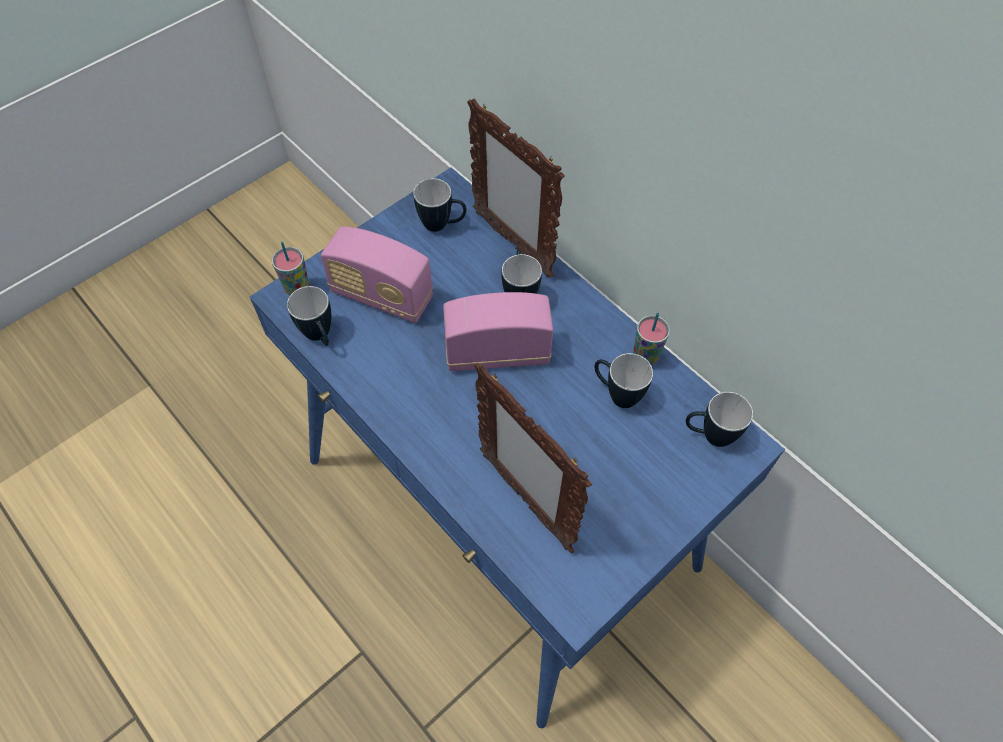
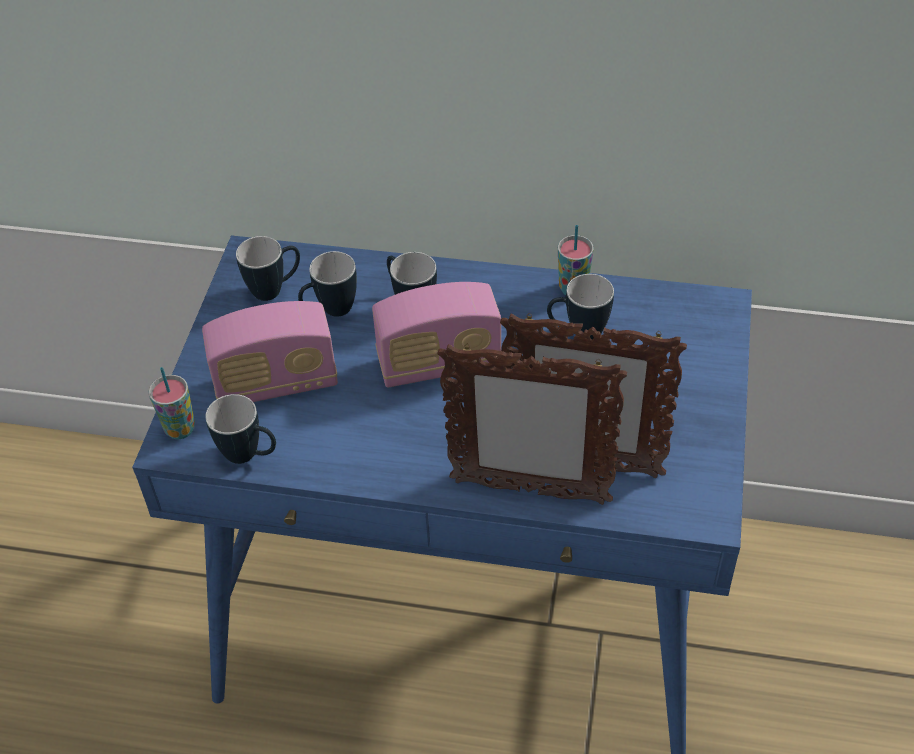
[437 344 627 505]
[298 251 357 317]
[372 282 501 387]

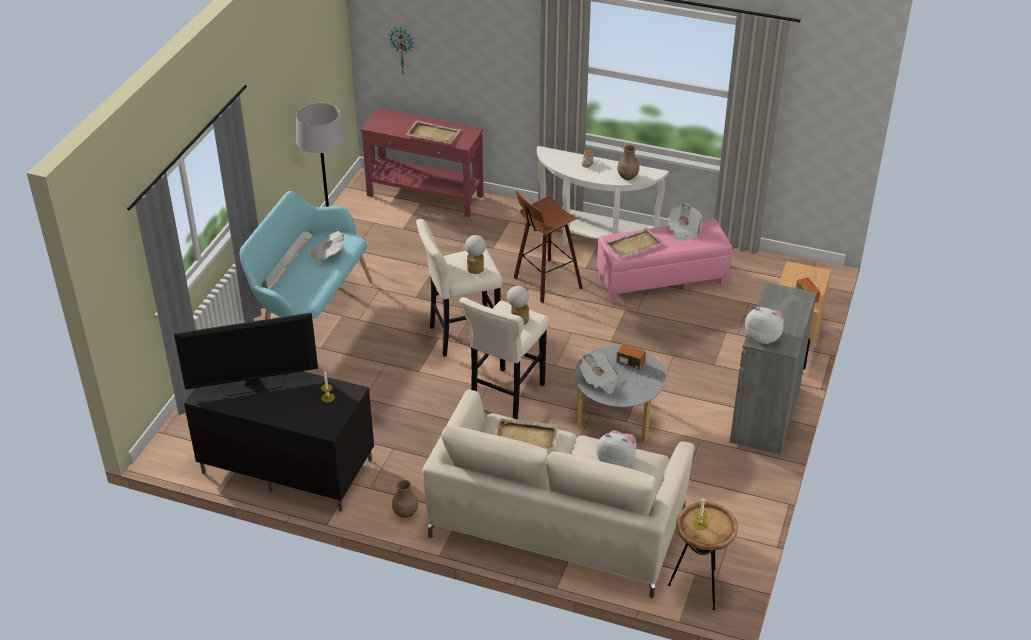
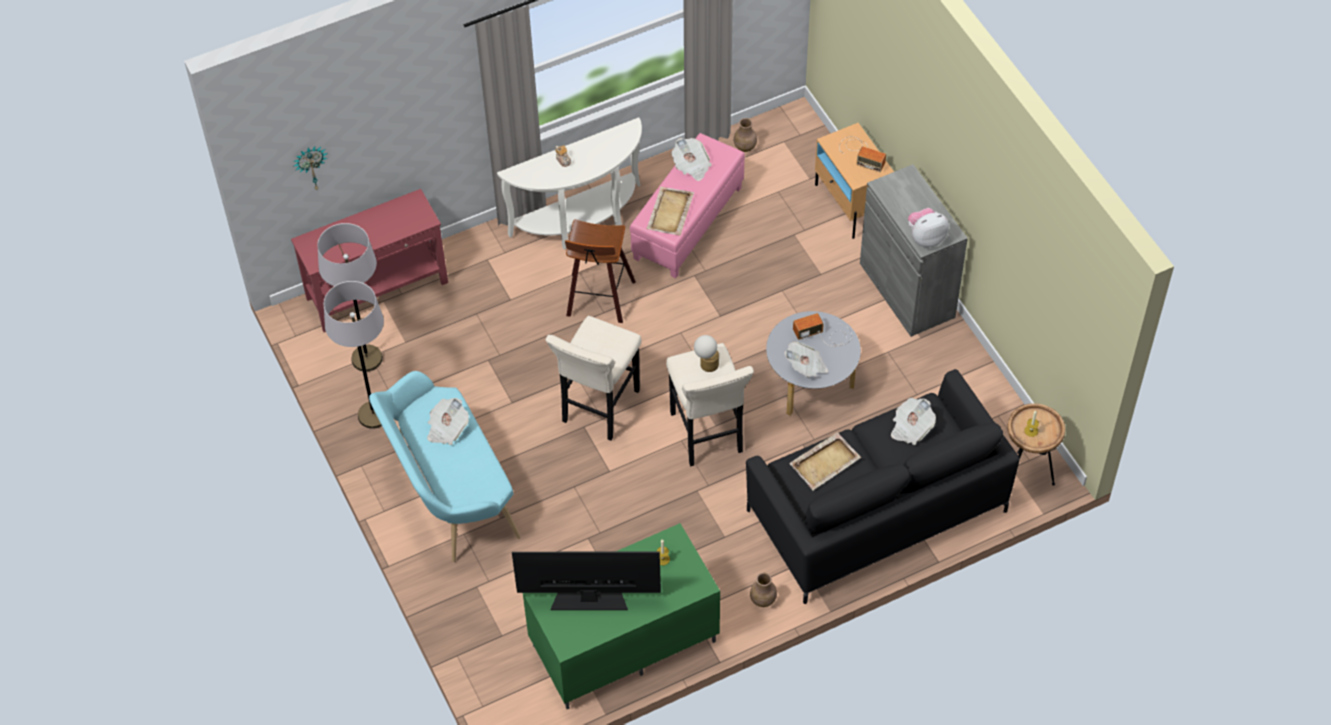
[405 120 461 144] (first image)
[465 235 486 274] (first image)
[317 223 383 372]
[734 118 757 152]
[891 398 936 445]
[523 523 720 709]
[746 369 1020 604]
[512 552 661 610]

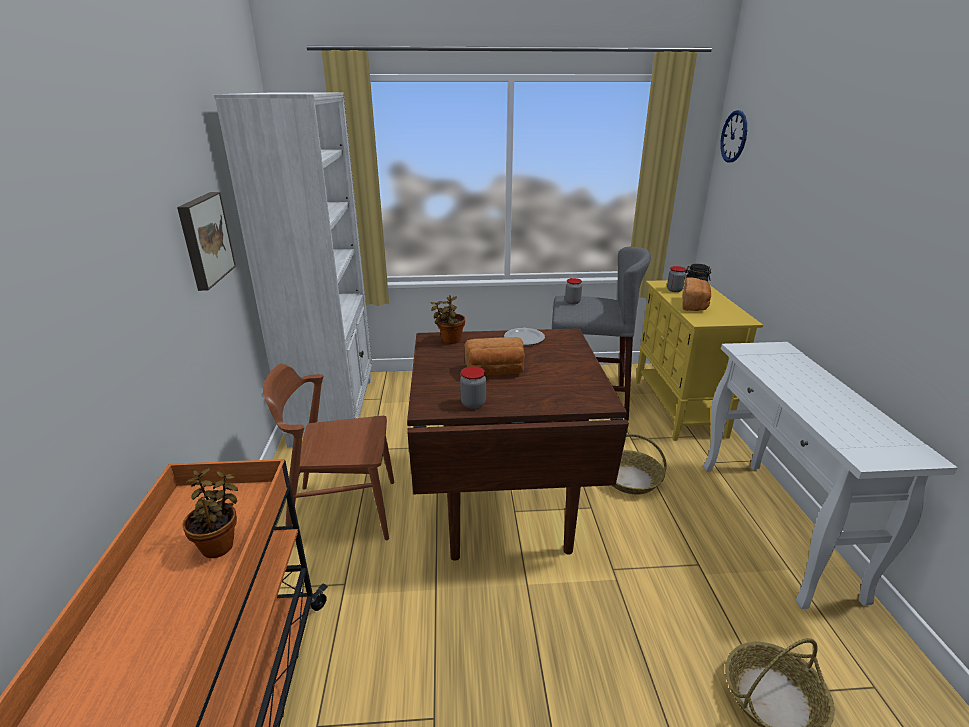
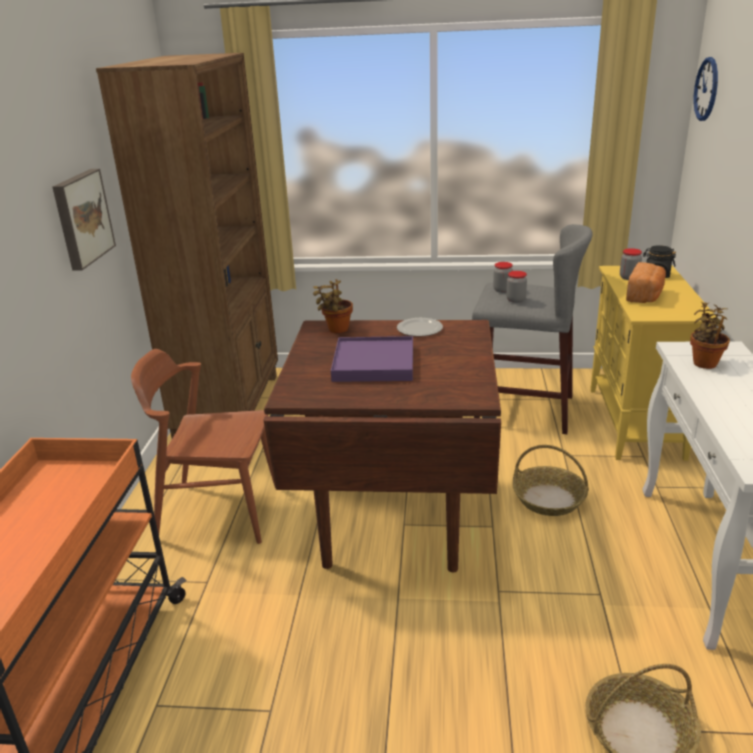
[690 302 730 369]
[506 271 527 303]
[331 336 413 382]
[96 53 278 438]

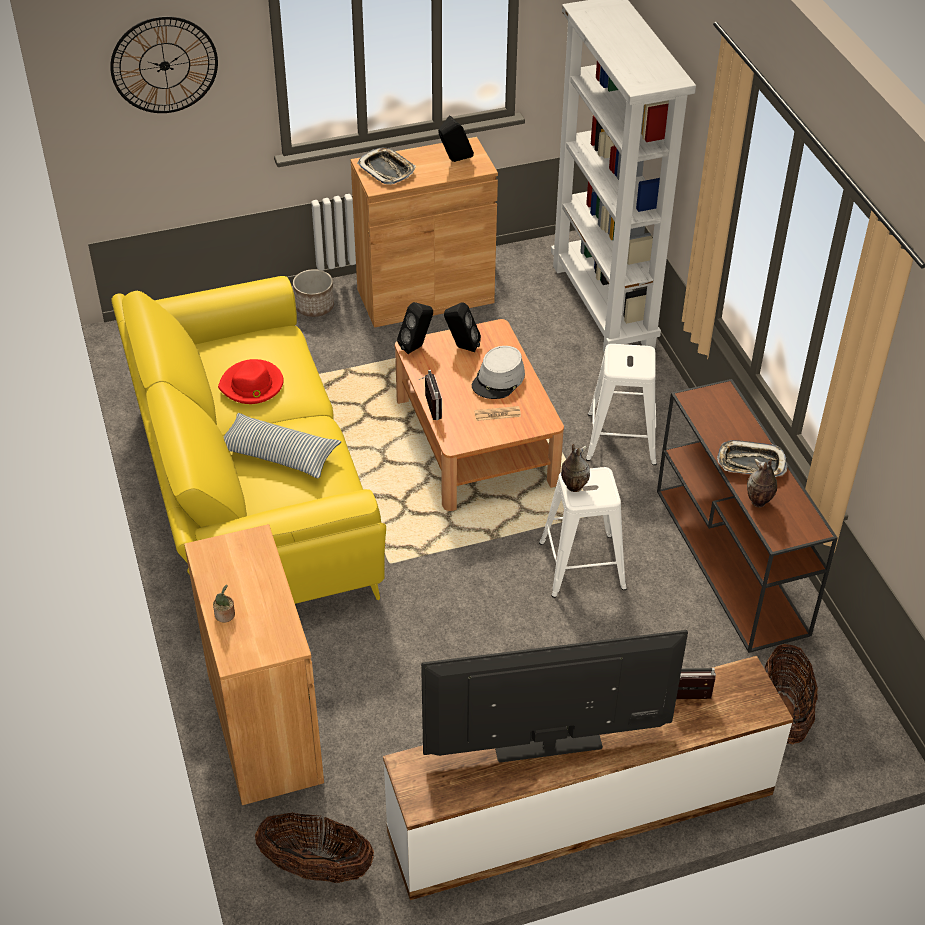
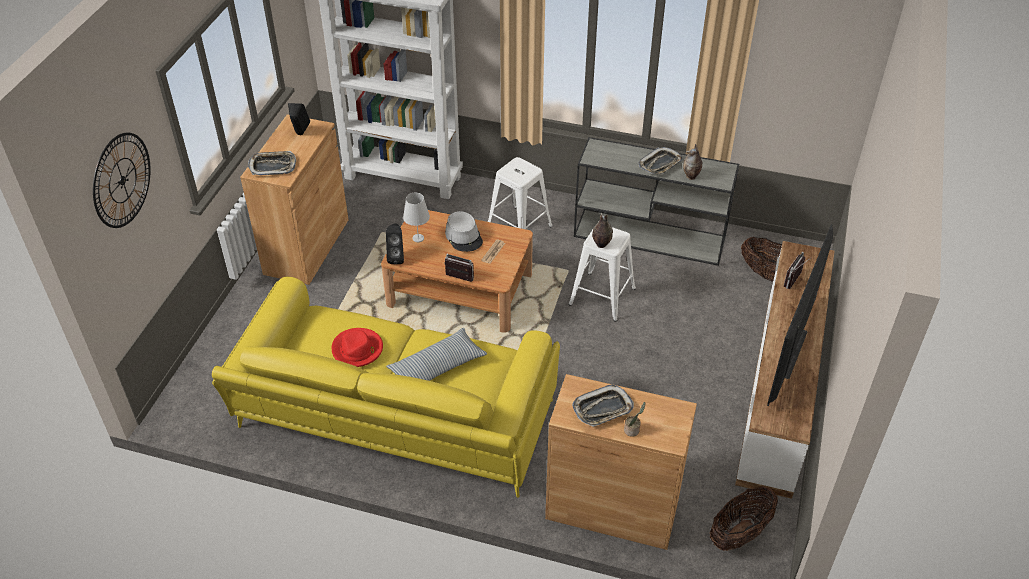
[293 269 334 317] (first image)
[572 385 634 427]
[403 193 430 242]
[574 137 739 266]

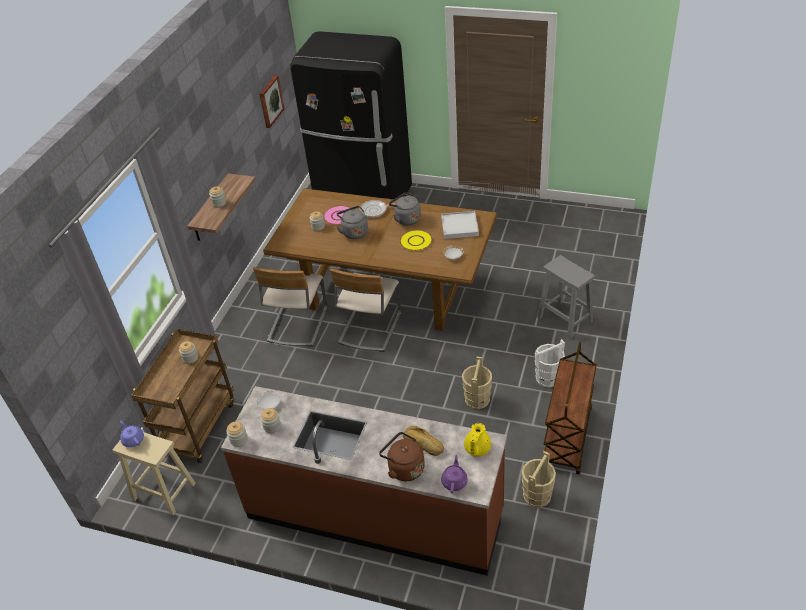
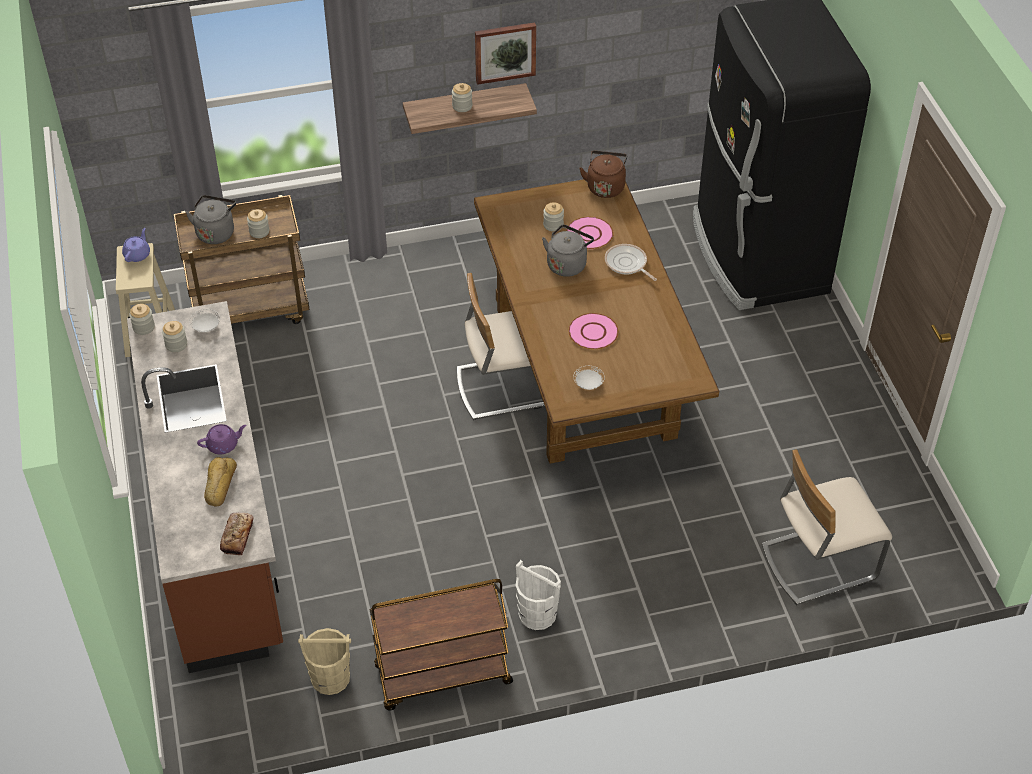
[441 211 479 239] (first image)
[462 356 492 409] (first image)
[537 255 595 339] (first image)
[762 449 892 605]
[475 22 536 85]
[579 151 627 198]
[186 195 236 244]
[197 424 246 454]
[220 512 254 555]
[568 313 619 349]

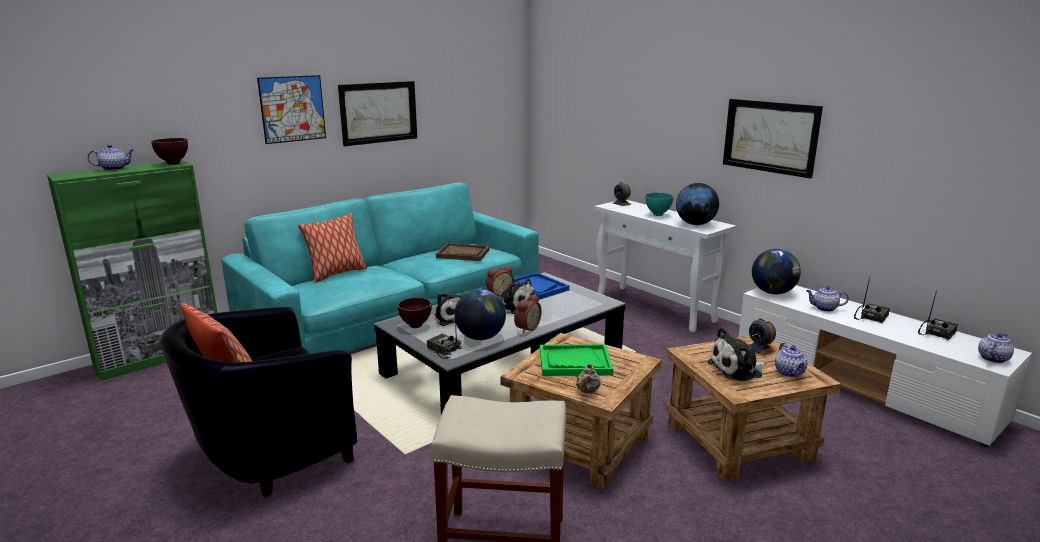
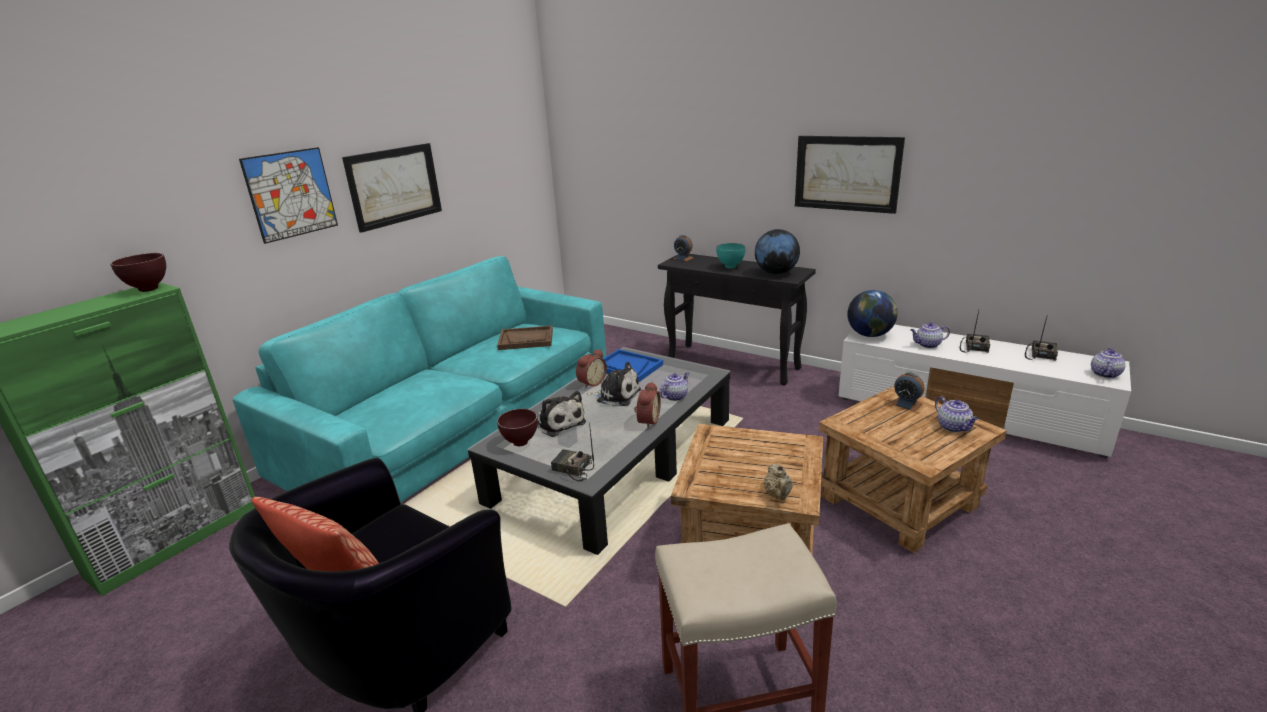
[298 213 367 283] (first image)
[454 289 506 340] (first image)
[540 344 613 376] (first image)
[708 327 766 381] (first image)
[659 372 689 401]
[658 254 816 385]

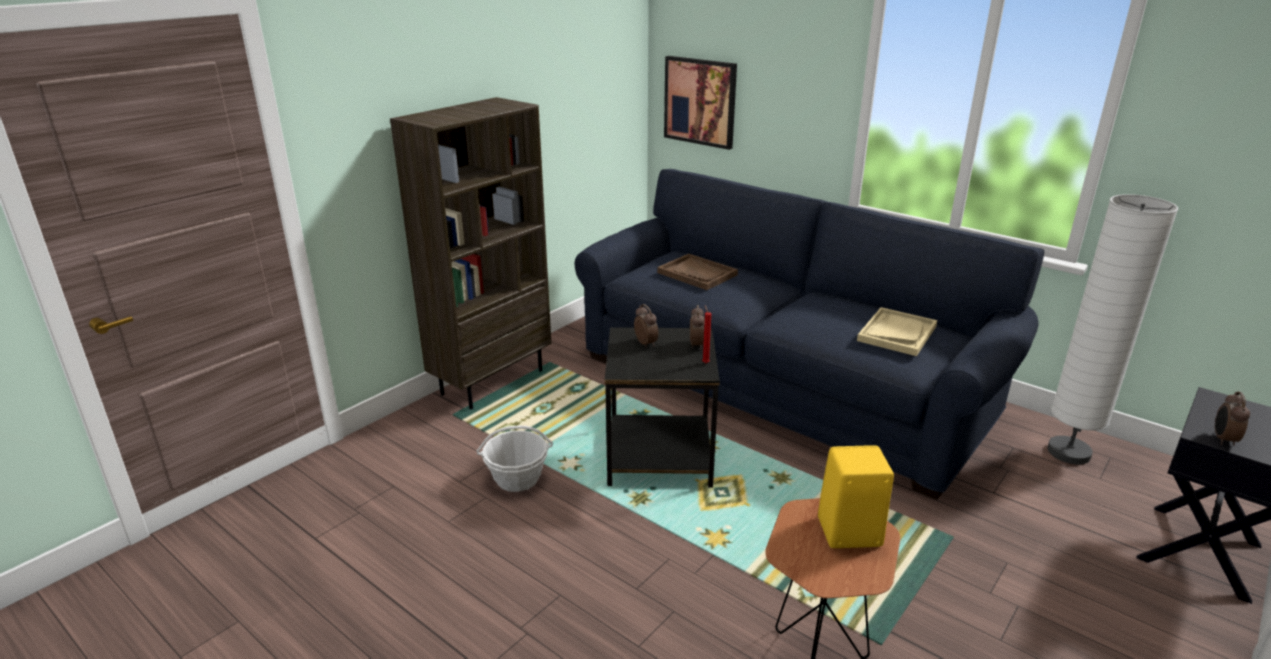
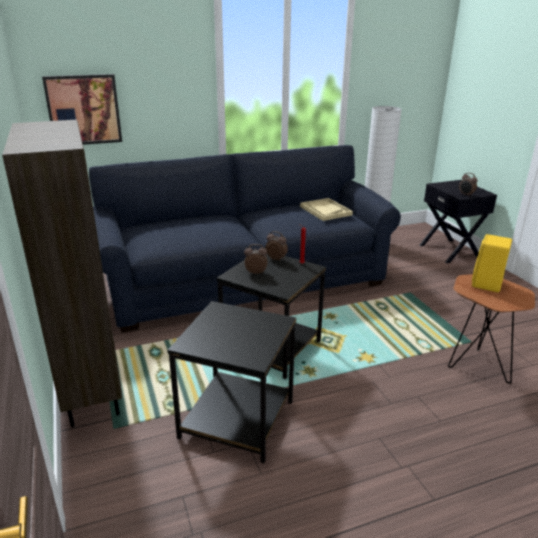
[657 254 738 290] (first image)
[168 301 296 463]

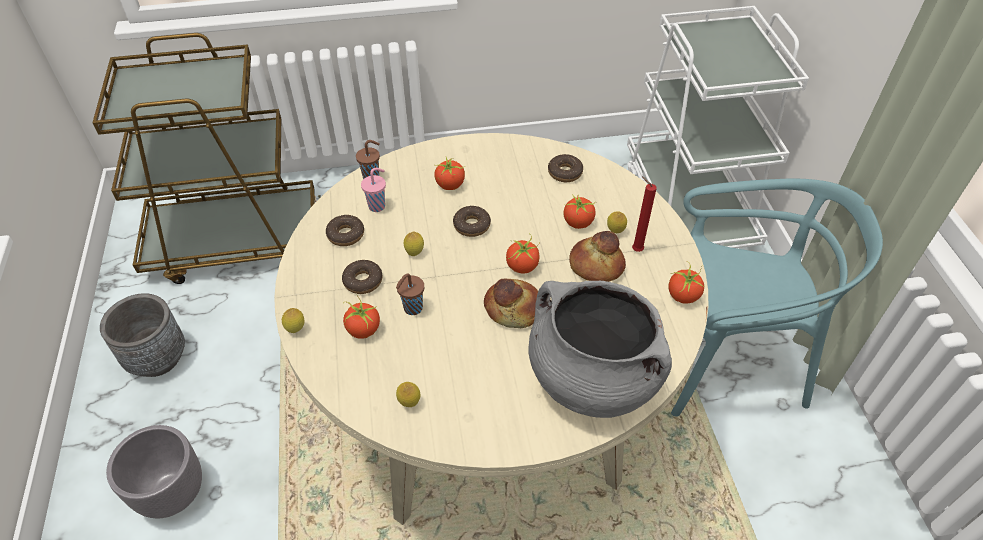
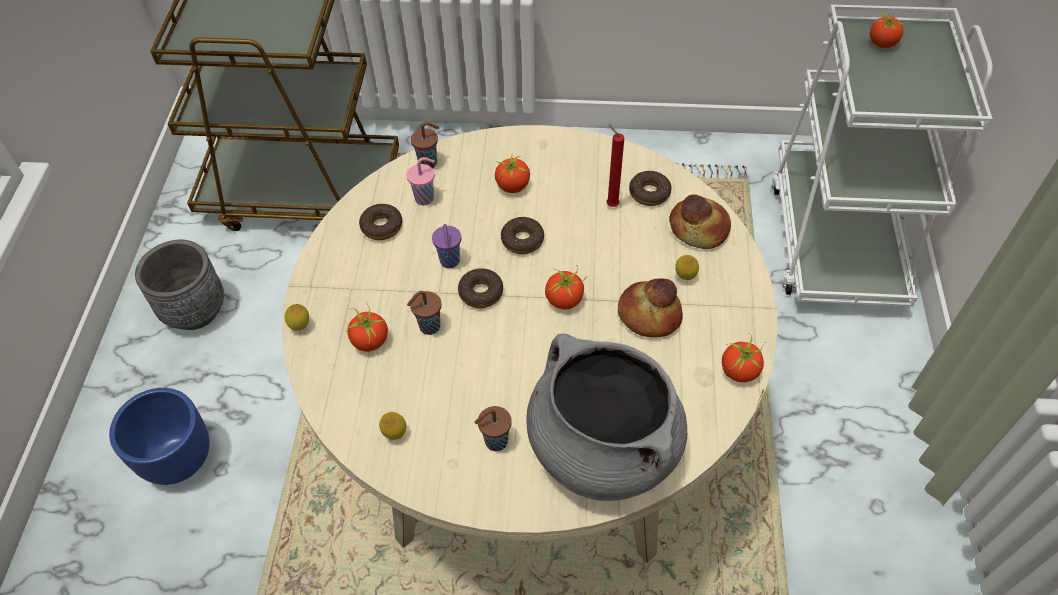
[671 179 883 417] (first image)
[475 406 512 451]
[458 268 503 308]
[669 194 731 249]
[870 13 906 48]
[606 124 624 207]
[432 224 461 268]
[109 388 210 485]

